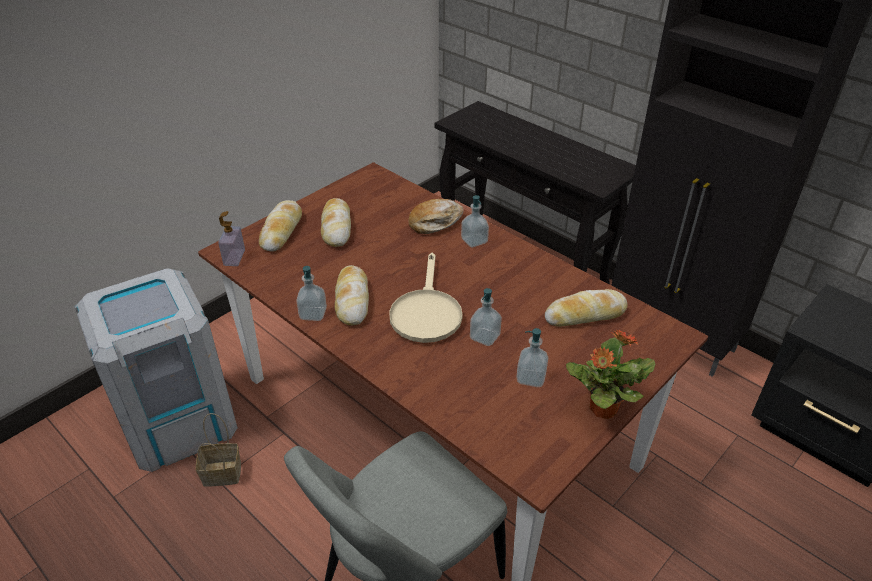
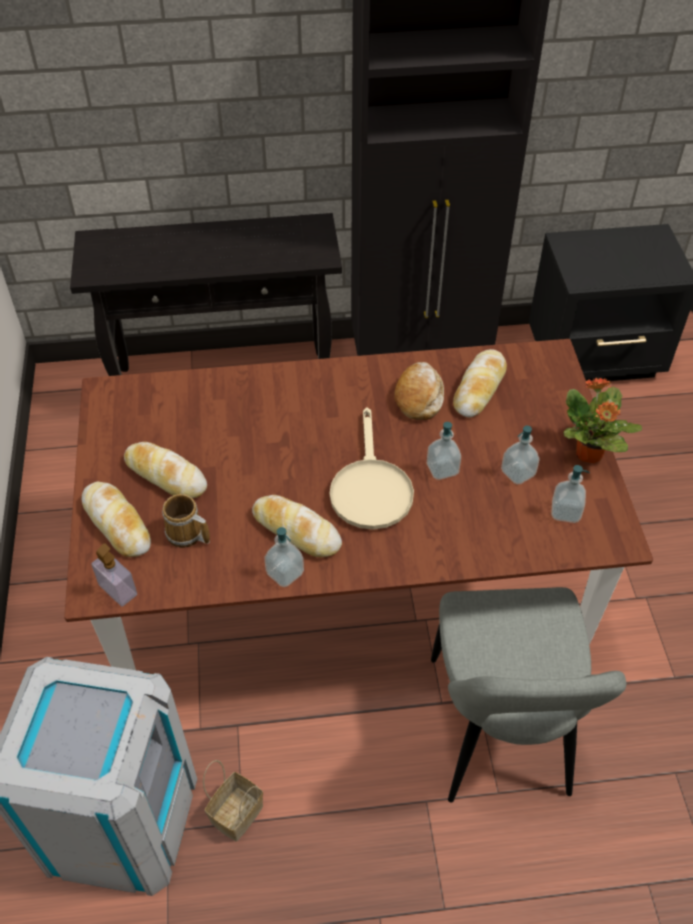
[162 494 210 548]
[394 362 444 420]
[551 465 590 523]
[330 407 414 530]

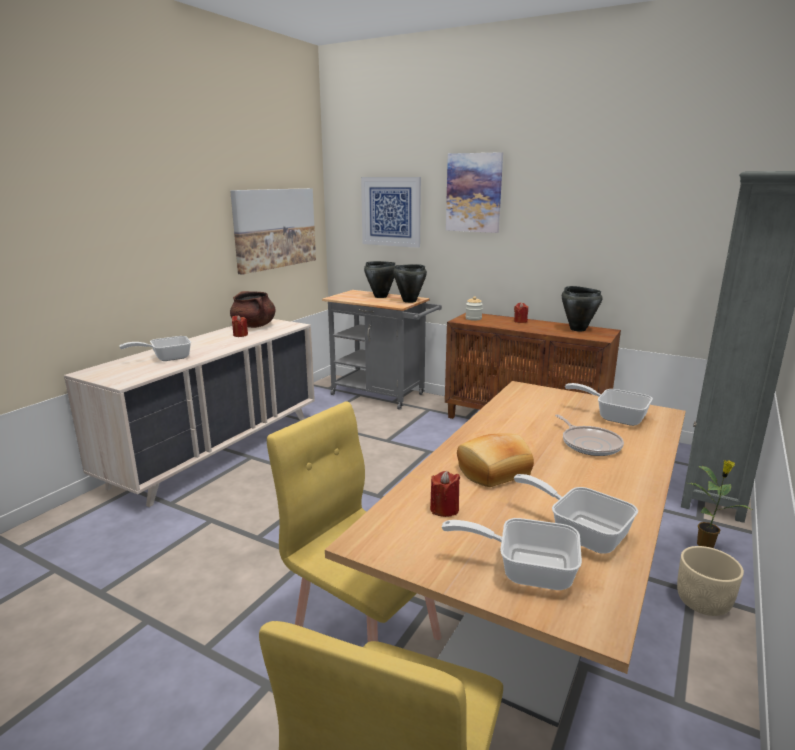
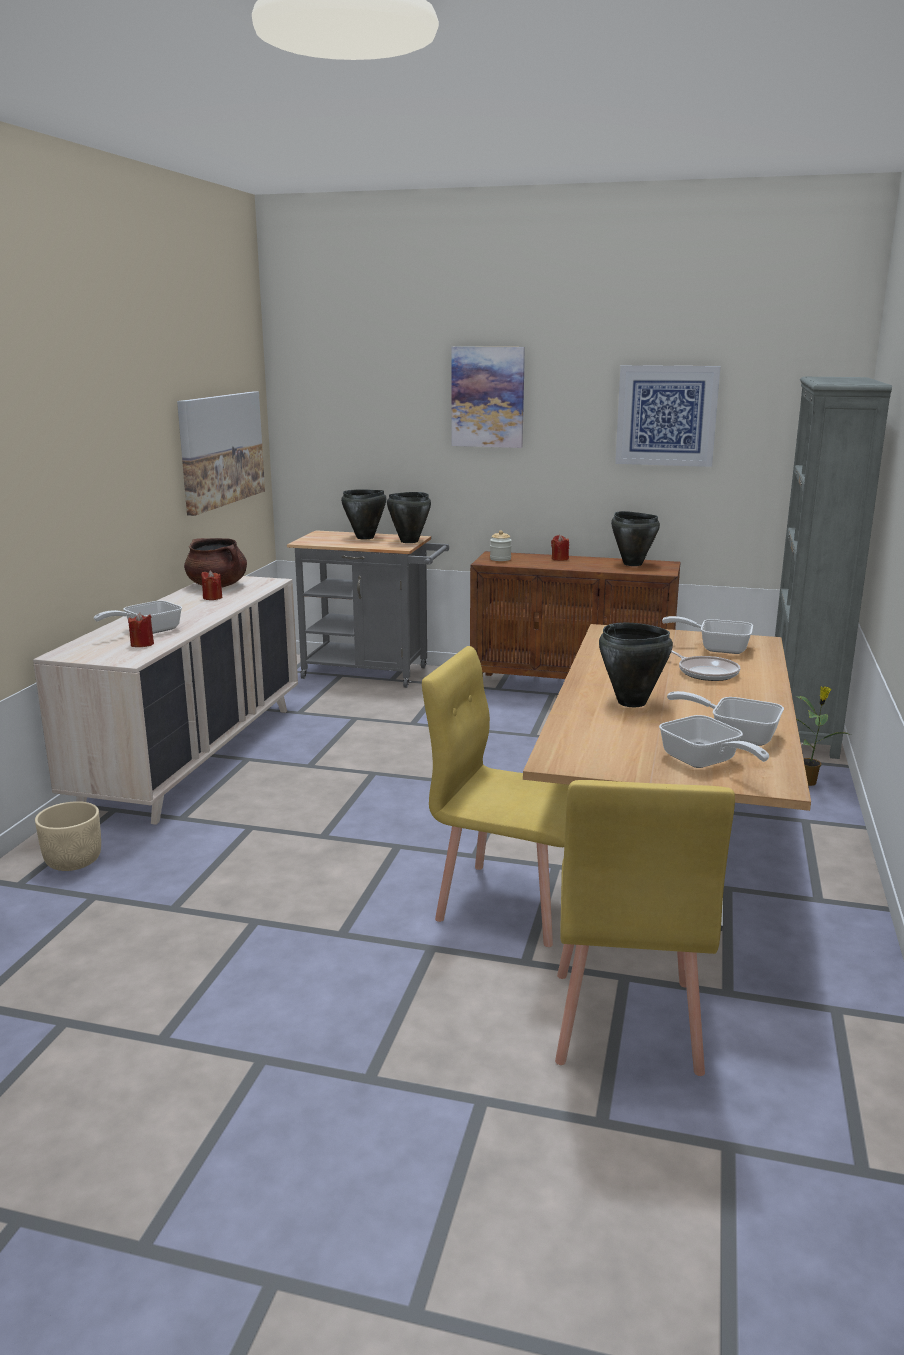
[615 365 721 467]
[128 612 154 647]
[35 801 101 871]
[599 623 673 707]
[659 715 769 768]

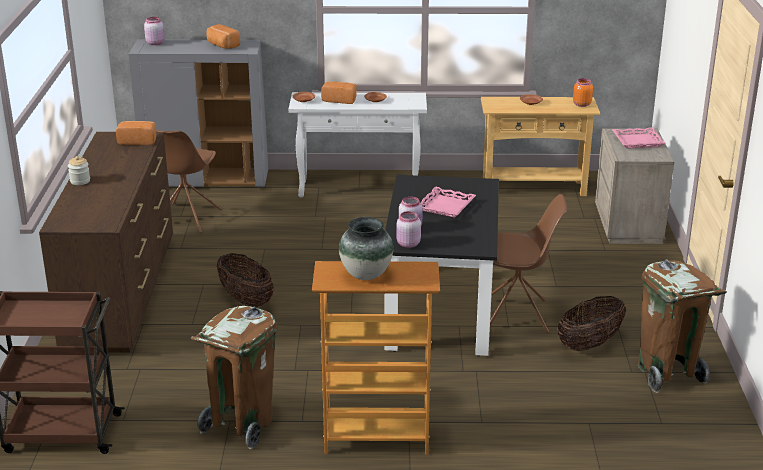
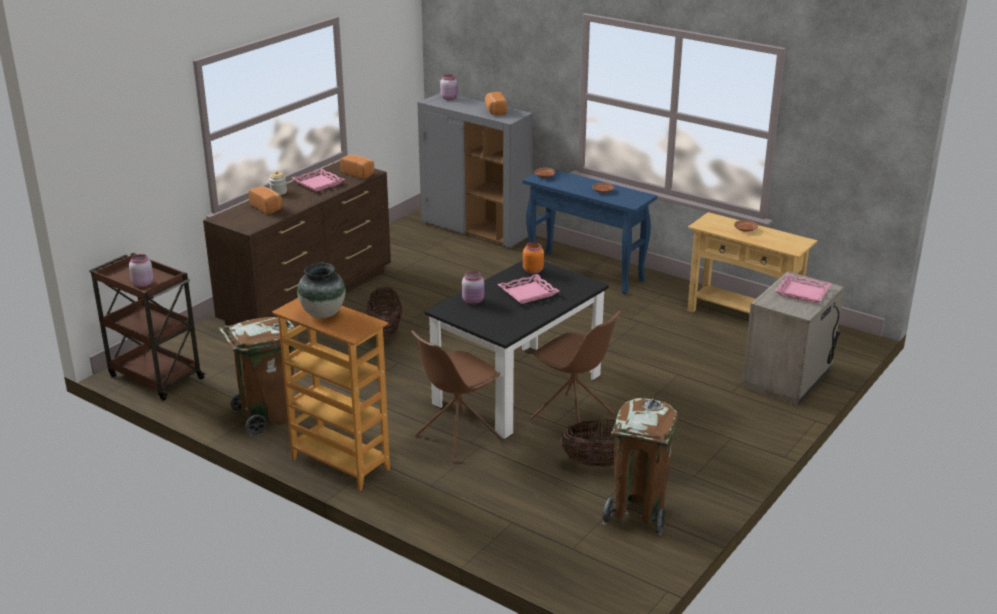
[292 168 345 192]
[411 330 503 463]
[249 187 282 214]
[129 254 154 287]
[523 242 544 274]
[523 167 657 294]

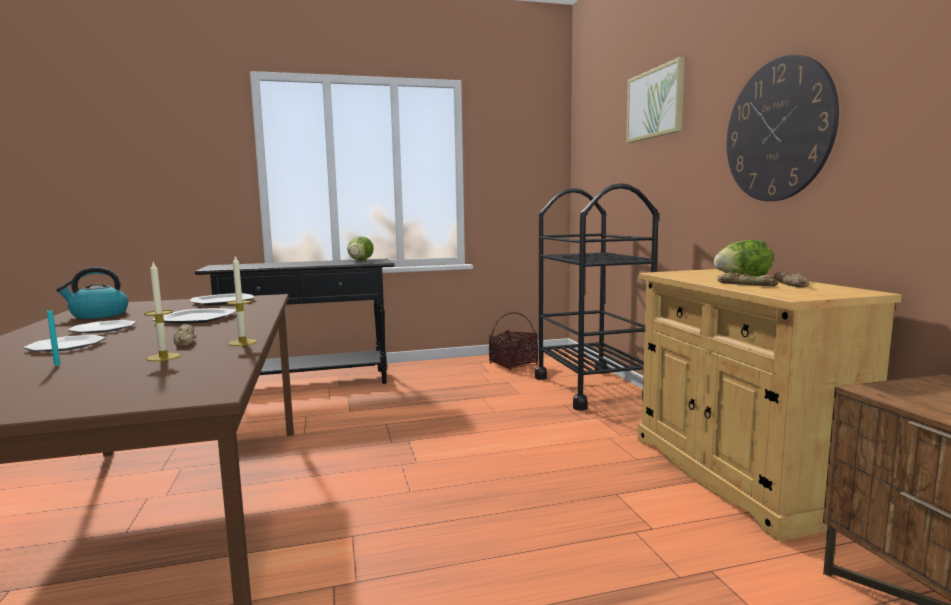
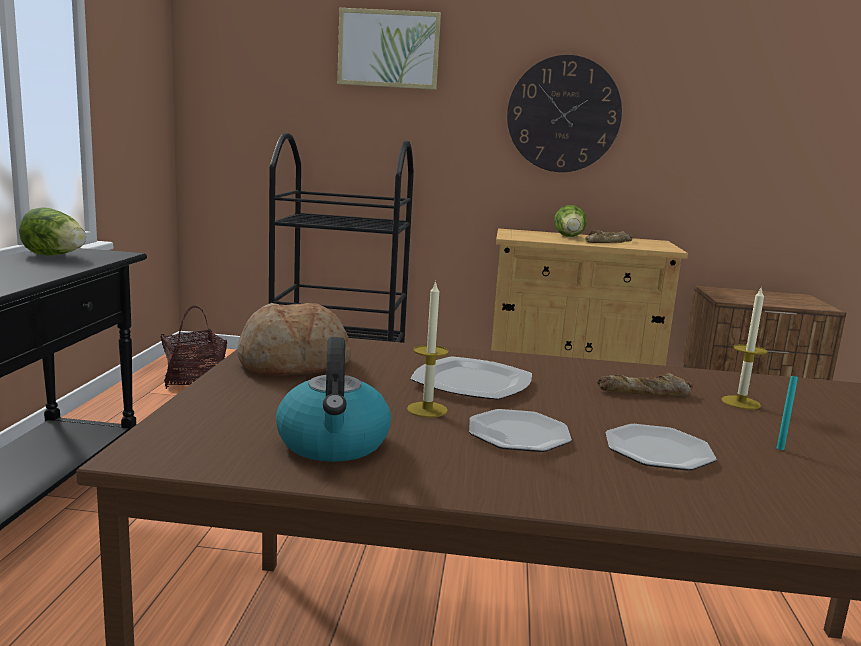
[407 280 449 418]
[237 303 352 375]

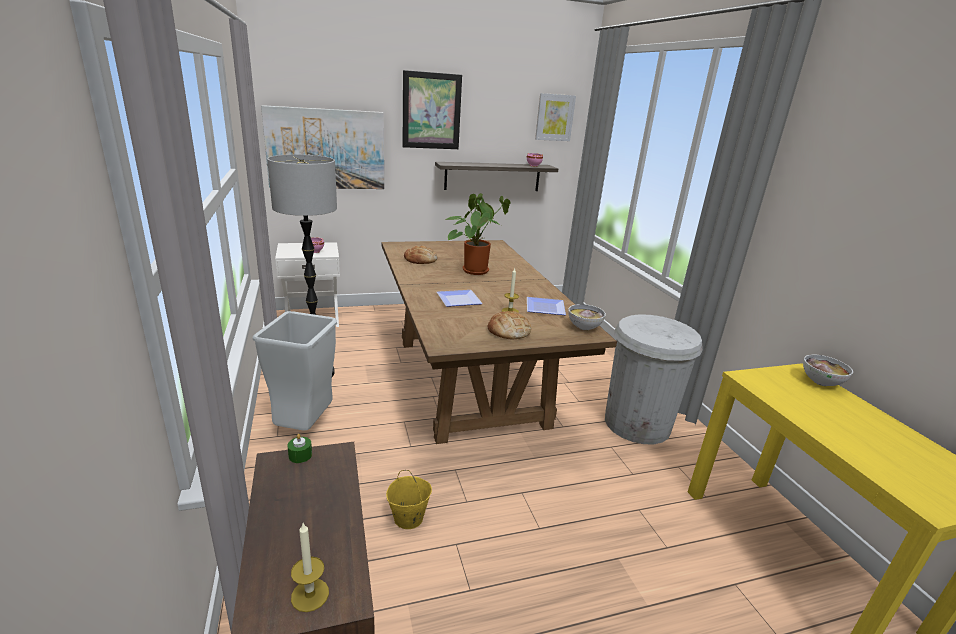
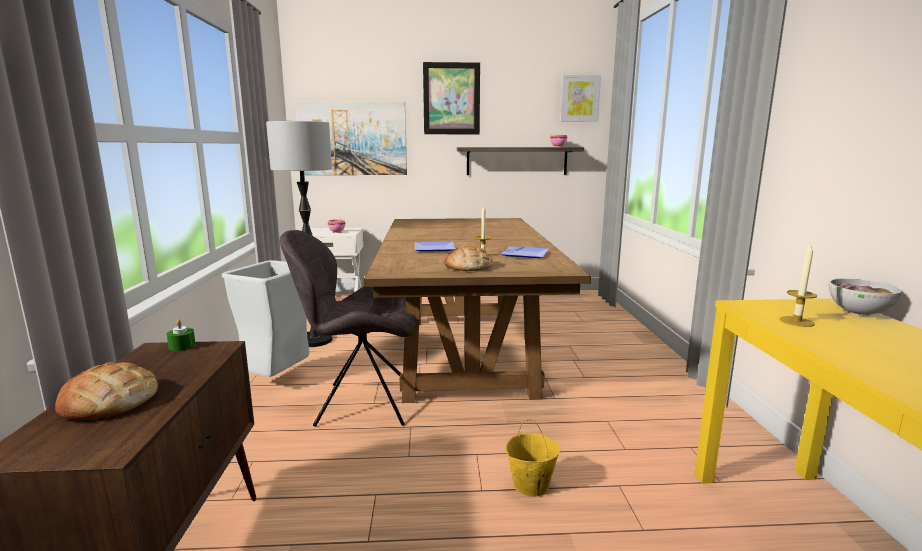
[444 193 511 275] (first image)
[568 304 606 330] (first image)
[605 314 703 444] (first image)
[280 230 416 427]
[780 243 817 327]
[506 419 560 497]
[55 362 158 420]

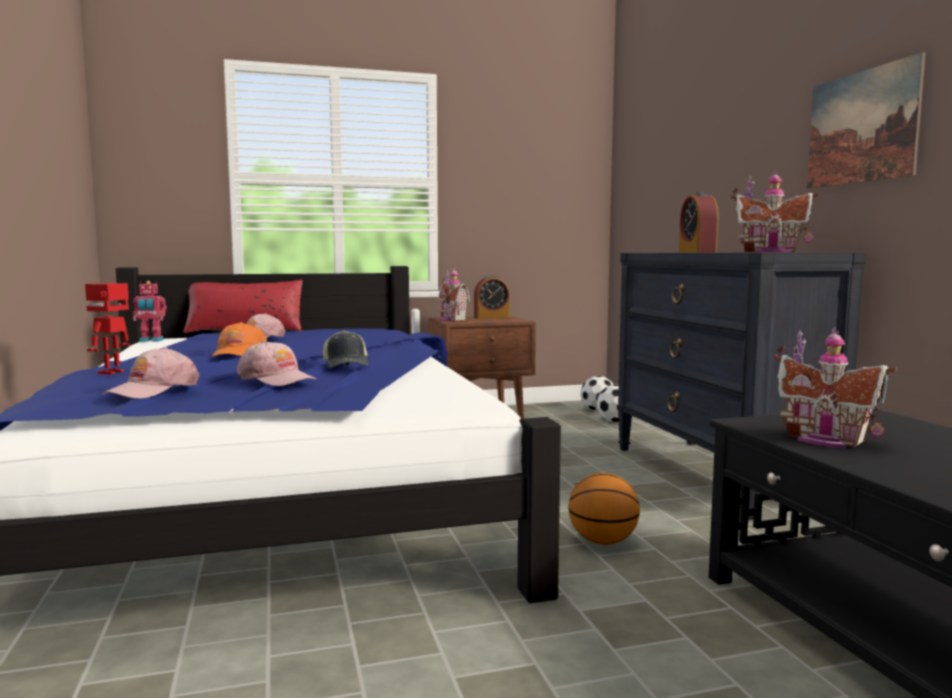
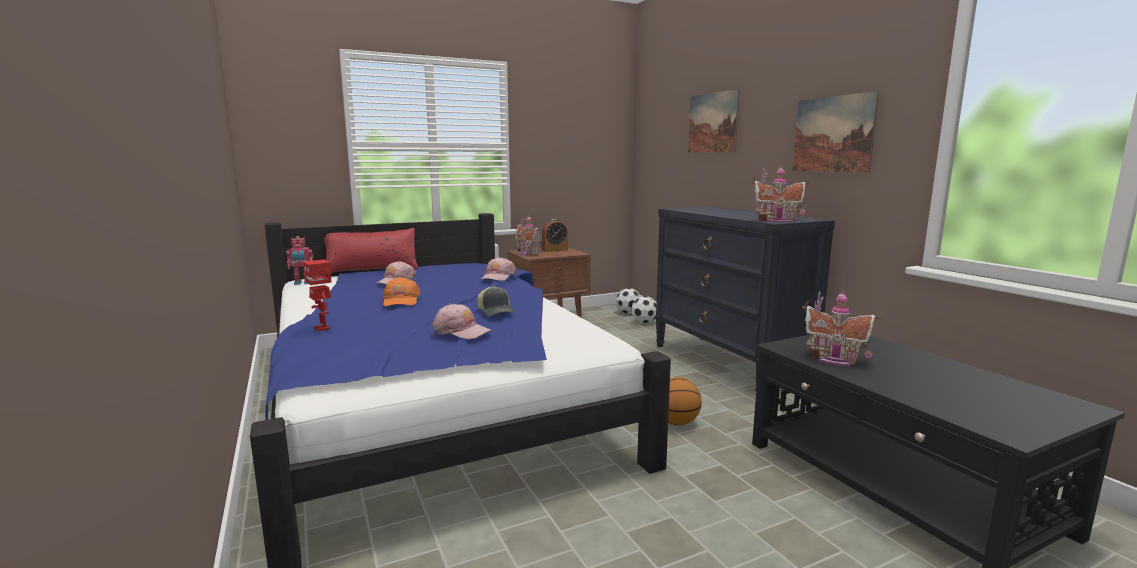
[679 192 718 253] (first image)
[688 89 740 153]
[481 257 516 281]
[303 259 332 331]

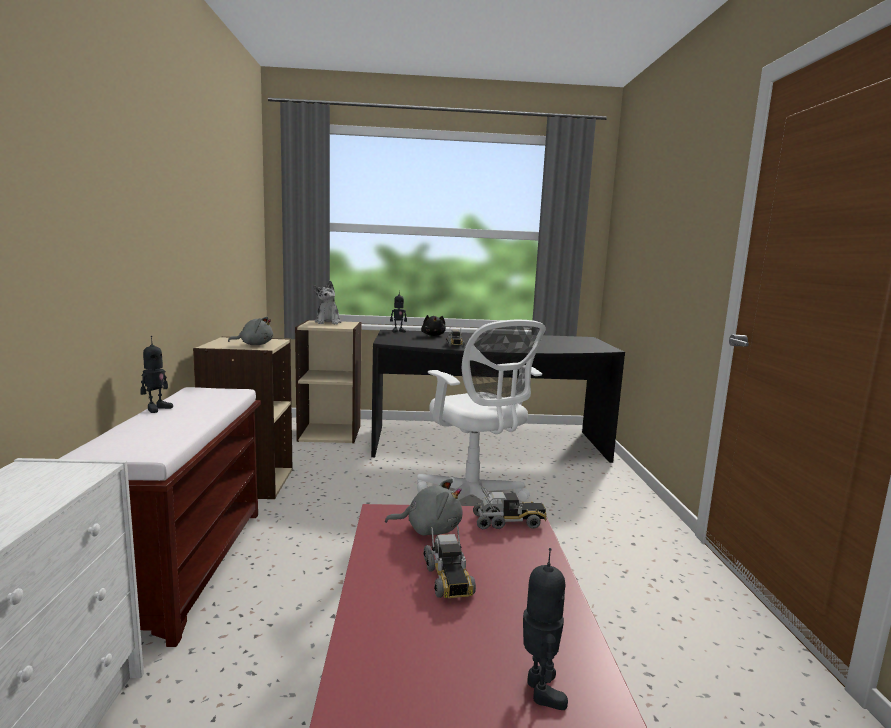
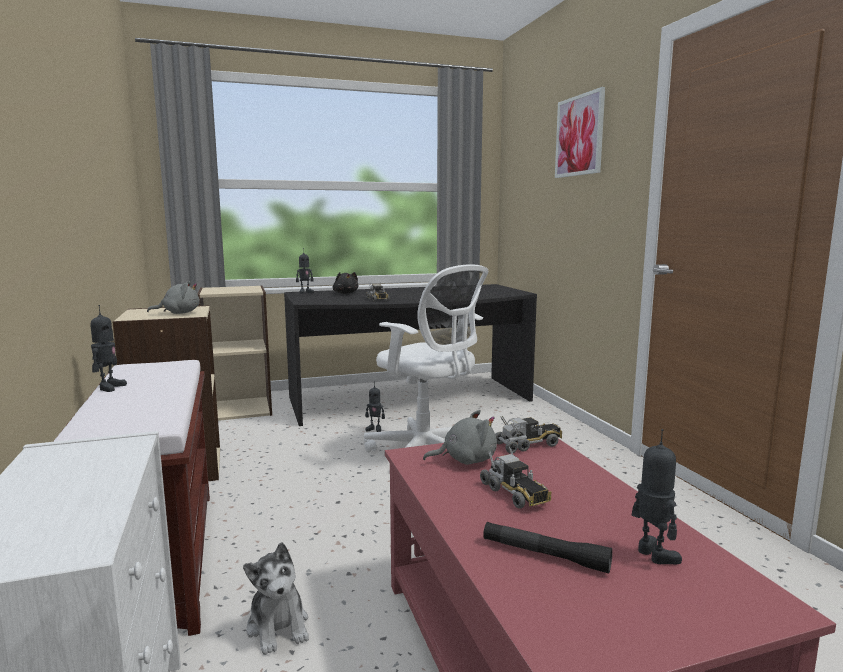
[365 381 385 432]
[483 522 613 574]
[555 87 605 178]
[243 542 309 655]

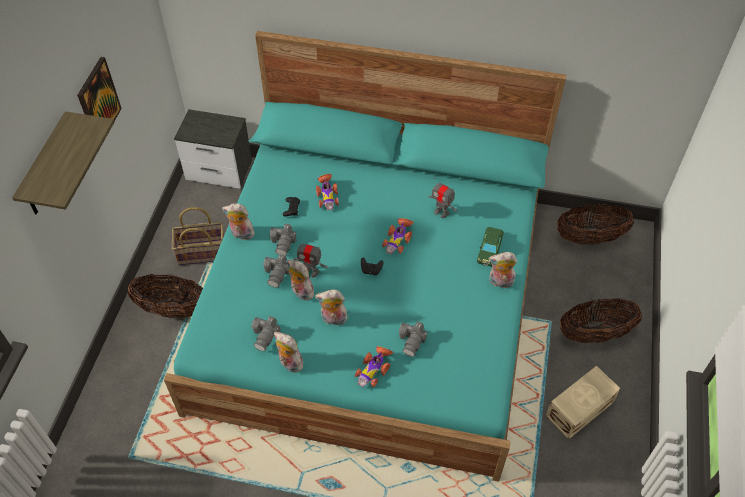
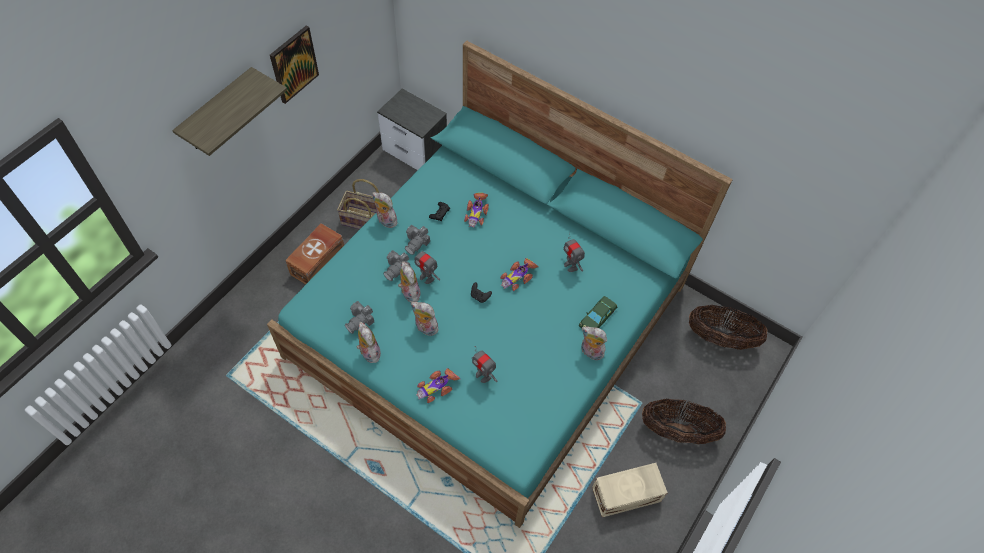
[285 223 344 285]
[472 346 497 383]

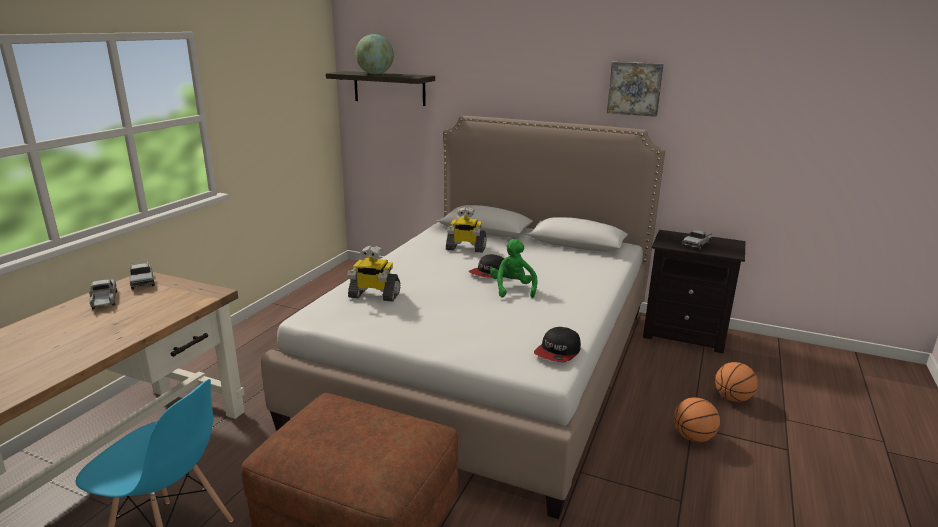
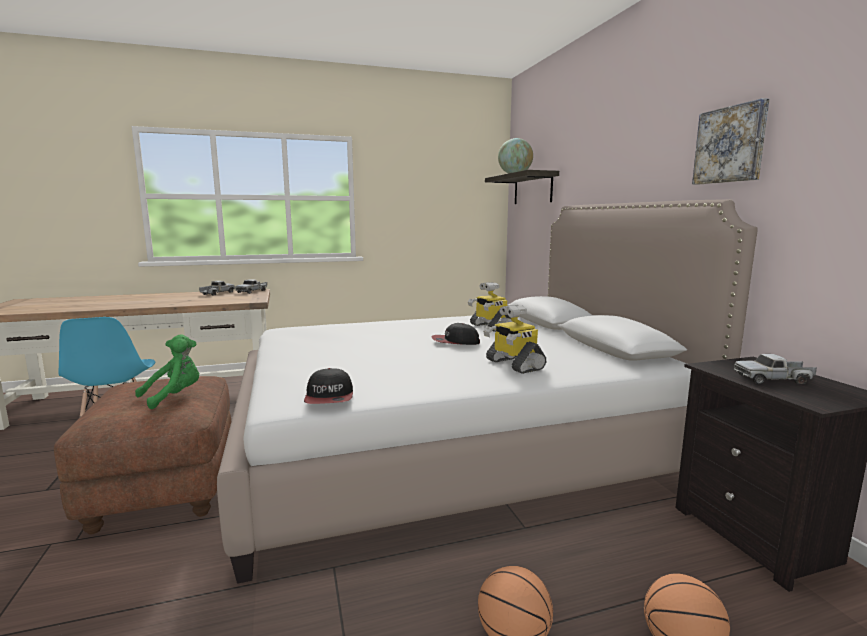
[483 305 547 374]
[135 334 199 409]
[304 368 353 404]

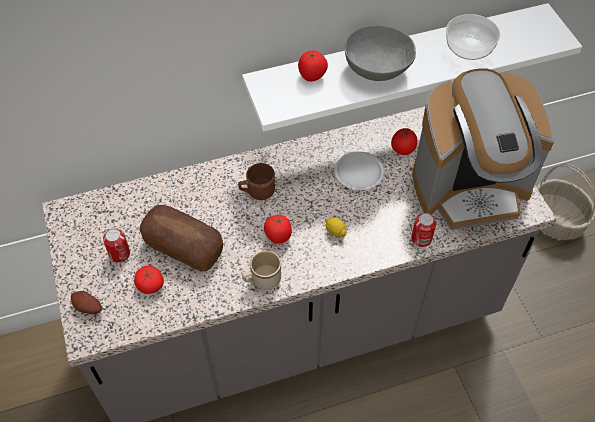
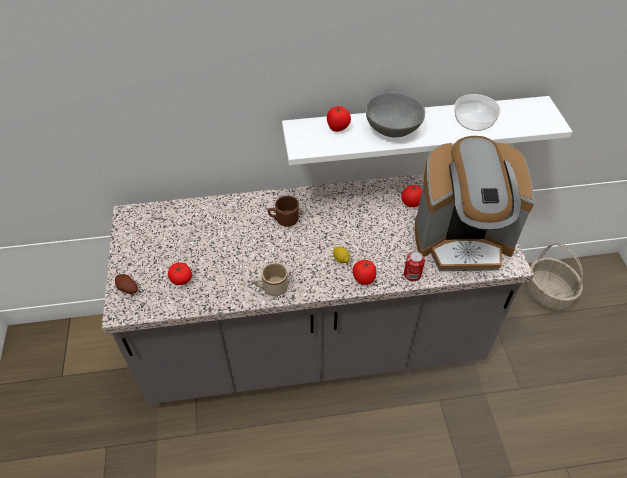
[103 228 130 262] (first image)
[139 205 223 271] (first image)
[334 151 384 190] (first image)
[353 260 376 285]

